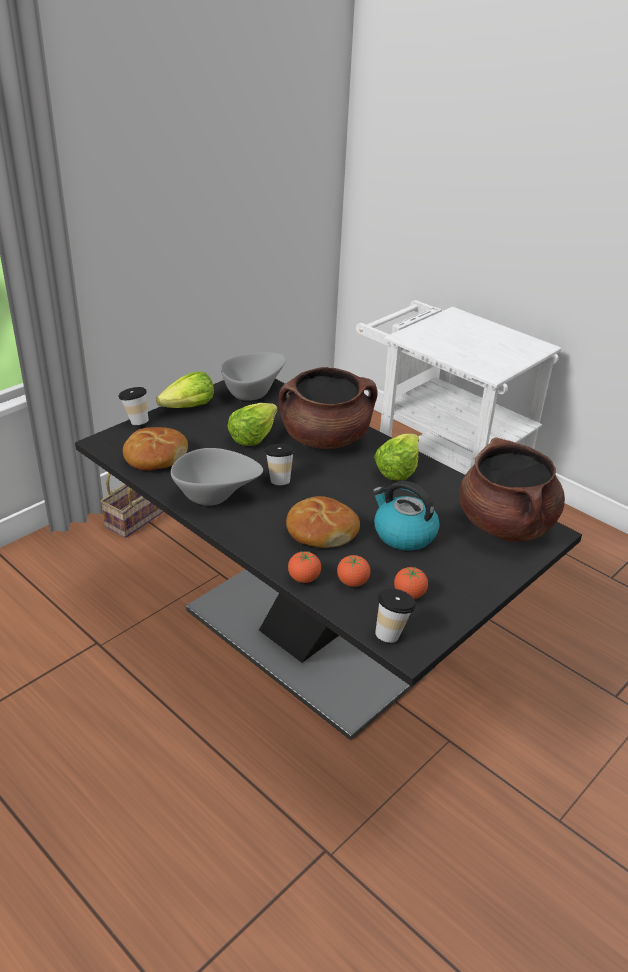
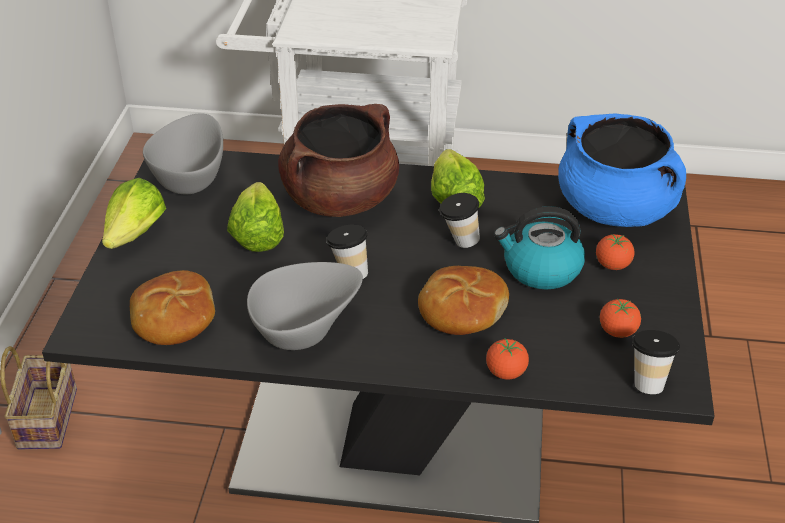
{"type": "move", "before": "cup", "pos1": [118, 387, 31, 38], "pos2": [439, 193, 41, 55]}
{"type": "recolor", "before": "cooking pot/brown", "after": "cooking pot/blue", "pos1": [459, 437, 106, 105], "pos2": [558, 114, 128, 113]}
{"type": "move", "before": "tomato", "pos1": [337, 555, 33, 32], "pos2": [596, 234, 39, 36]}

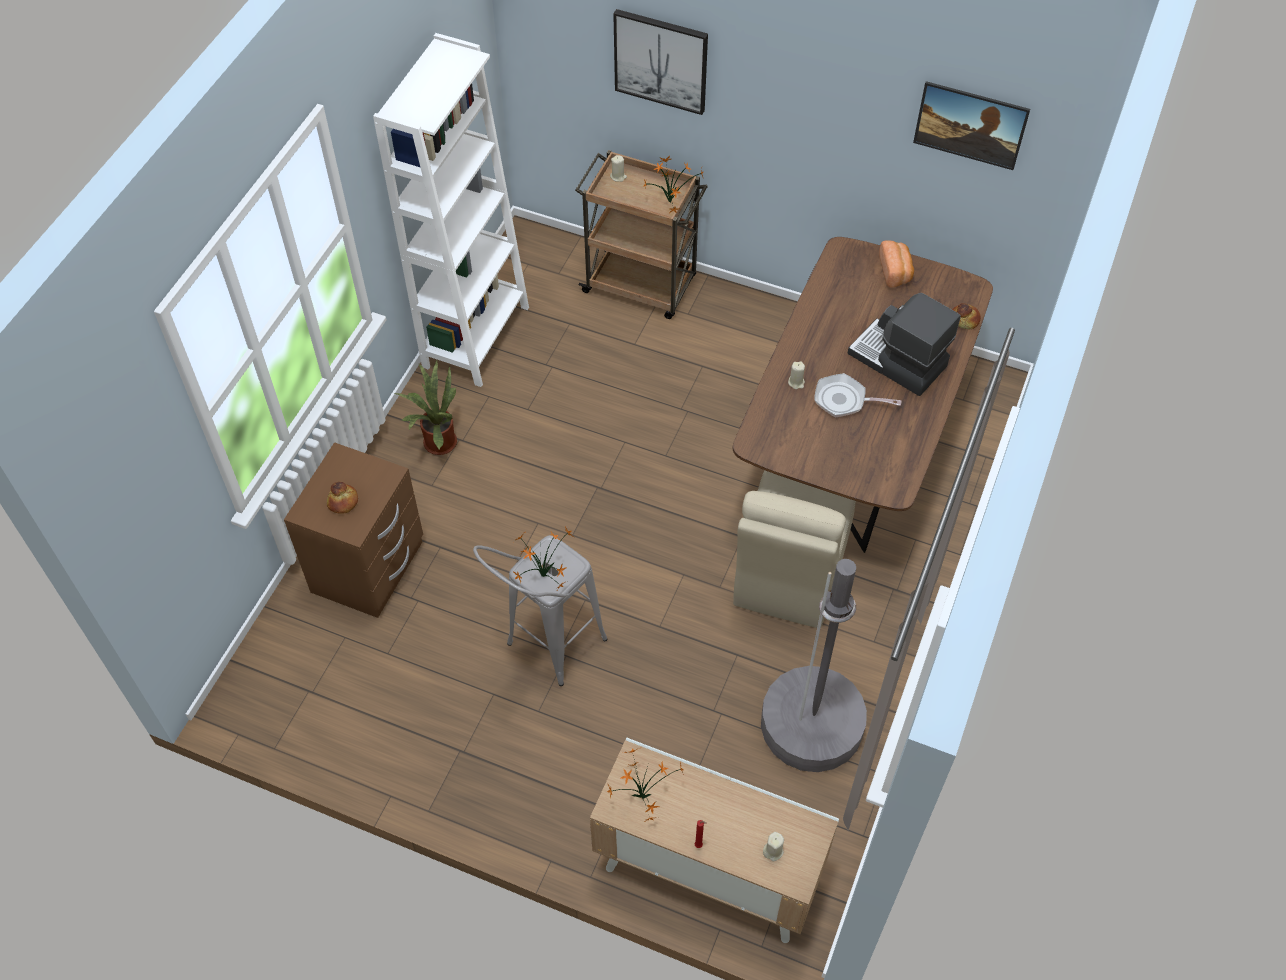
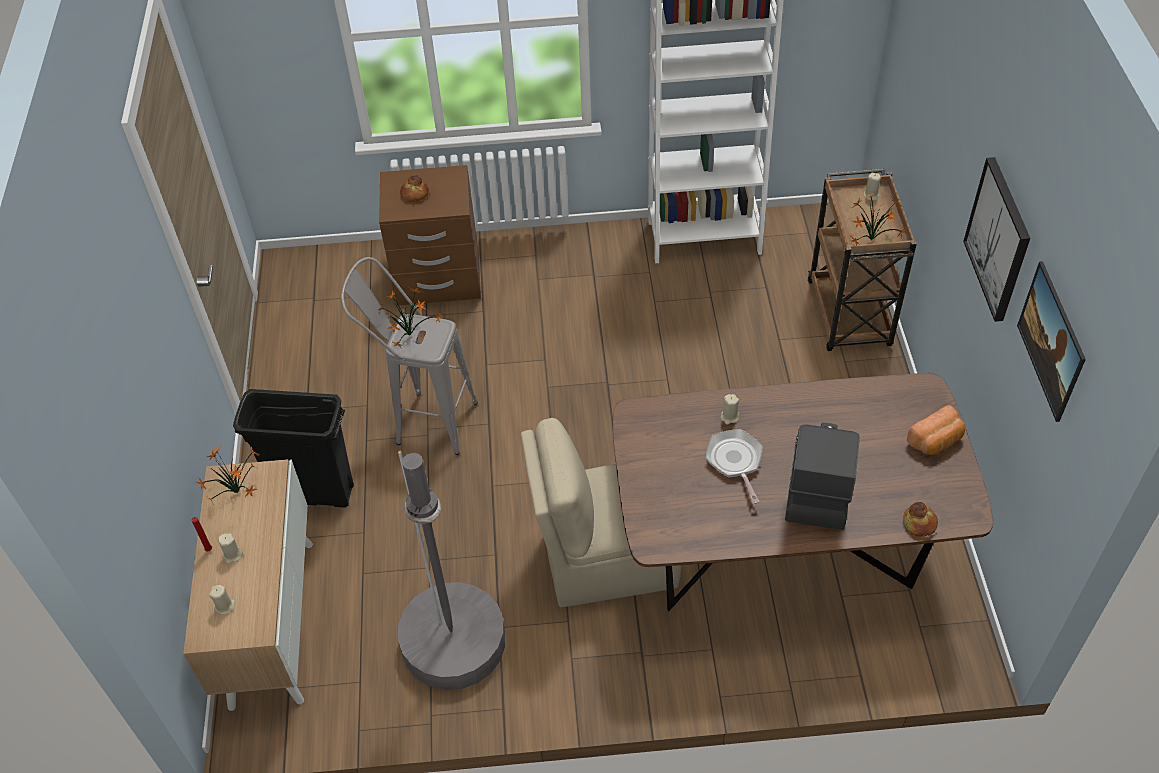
{"type": "insert", "after": "candle/beige", "pos2": [218, 533, 25, 31]}
{"type": "insert", "after": "trash can/black", "pos2": [233, 389, 121, 119]}
{"type": "move", "before": "picture", "pos1": [613, 9, 95, 106], "pos2": [963, 157, 67, 165]}
{"type": "delete", "before": "potted plant", "pos1": [395, 359, 62, 96]}

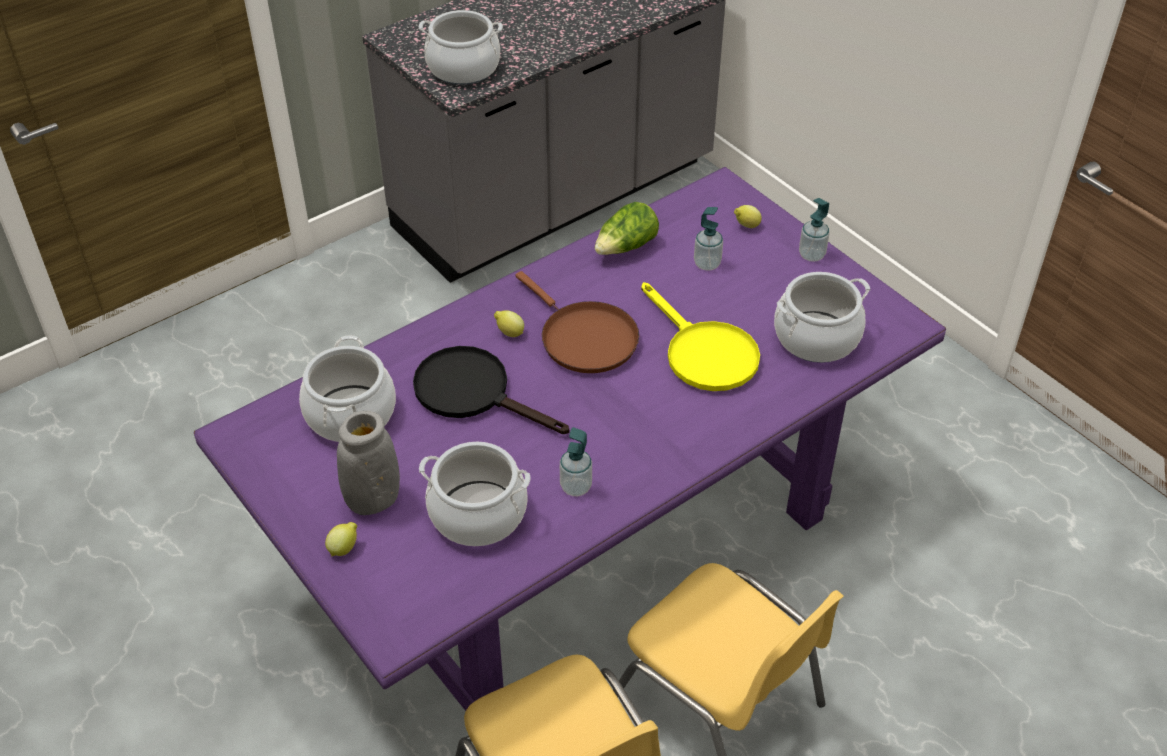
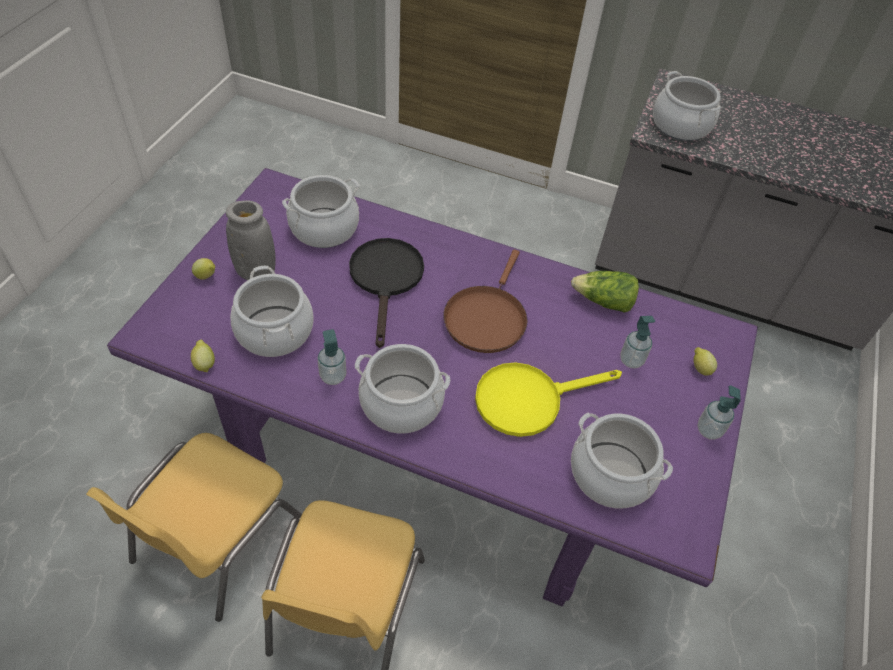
{"type": "move", "before": "lemon", "pos1": [494, 310, 30, 27], "pos2": [191, 339, 24, 33]}
{"type": "insert", "after": "cooking pot", "pos2": [355, 344, 95, 89]}
{"type": "rotate", "before": "frying pan/yellow", "pos1": [641, 282, 119, 109], "pos2": [475, 362, 147, 75], "turn": 45}

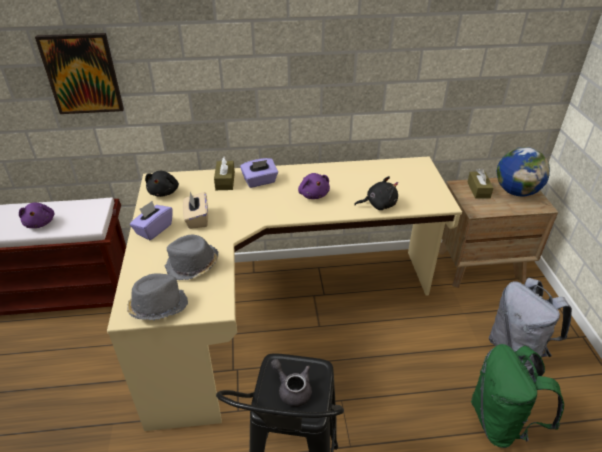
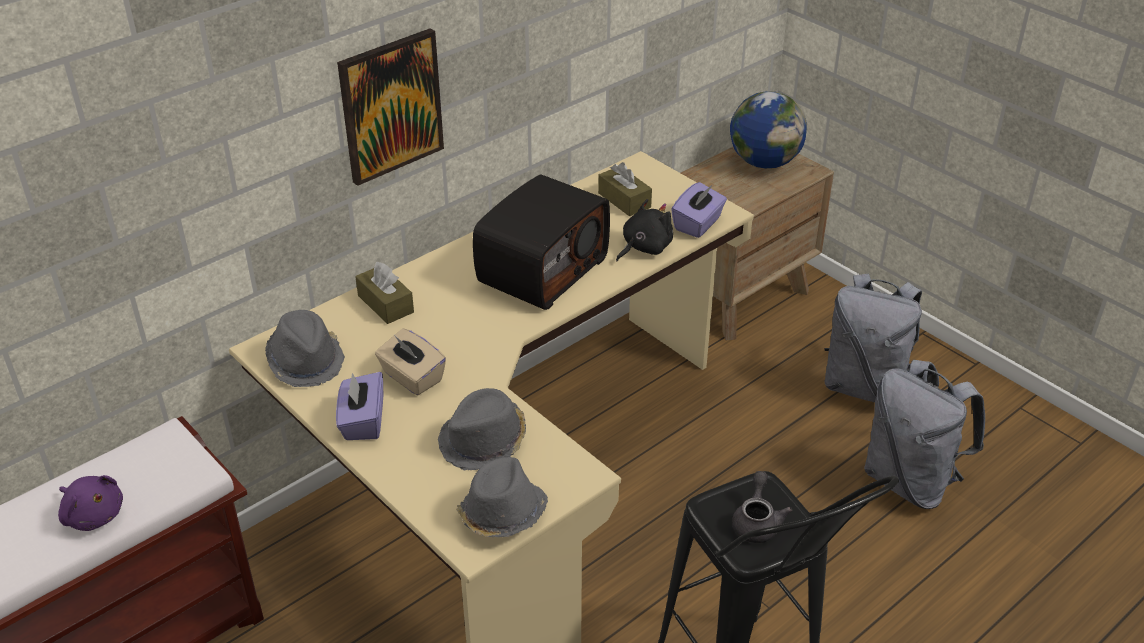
{"type": "replace", "before": "plush toy/black", "after": "hat/grey", "pos1": [145, 171, 34, 26], "pos2": [265, 310, 80, 77]}
{"type": "move", "before": "picture", "pos1": [35, 33, 89, 81], "pos2": [337, 28, 107, 158]}
{"type": "replace", "before": "plush toy/purple", "after": "radio", "pos1": [298, 173, 32, 26], "pos2": [473, 175, 137, 135]}
{"type": "move", "before": "tissue box/brown", "pos1": [467, 169, 27, 30], "pos2": [598, 162, 54, 55]}
{"type": "move", "before": "tissue box/purple", "pos1": [240, 158, 38, 30], "pos2": [671, 182, 56, 56]}
{"type": "rotate", "before": "teapot/grey", "pos1": [271, 359, 41, 48], "pos2": [732, 471, 60, 72], "turn": 90}
{"type": "recolor", "before": "backpack/green", "after": "backpack/grey", "pos1": [471, 344, 93, 104], "pos2": [864, 360, 121, 149]}

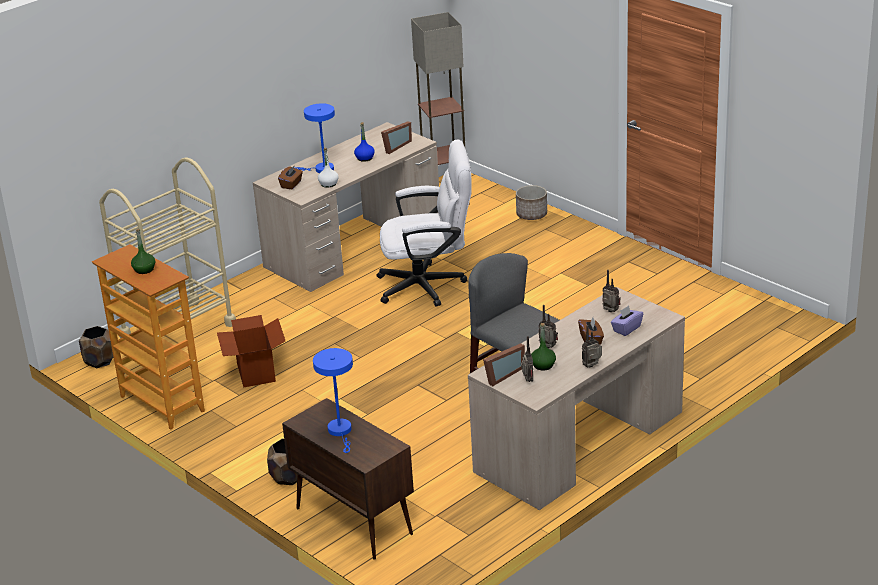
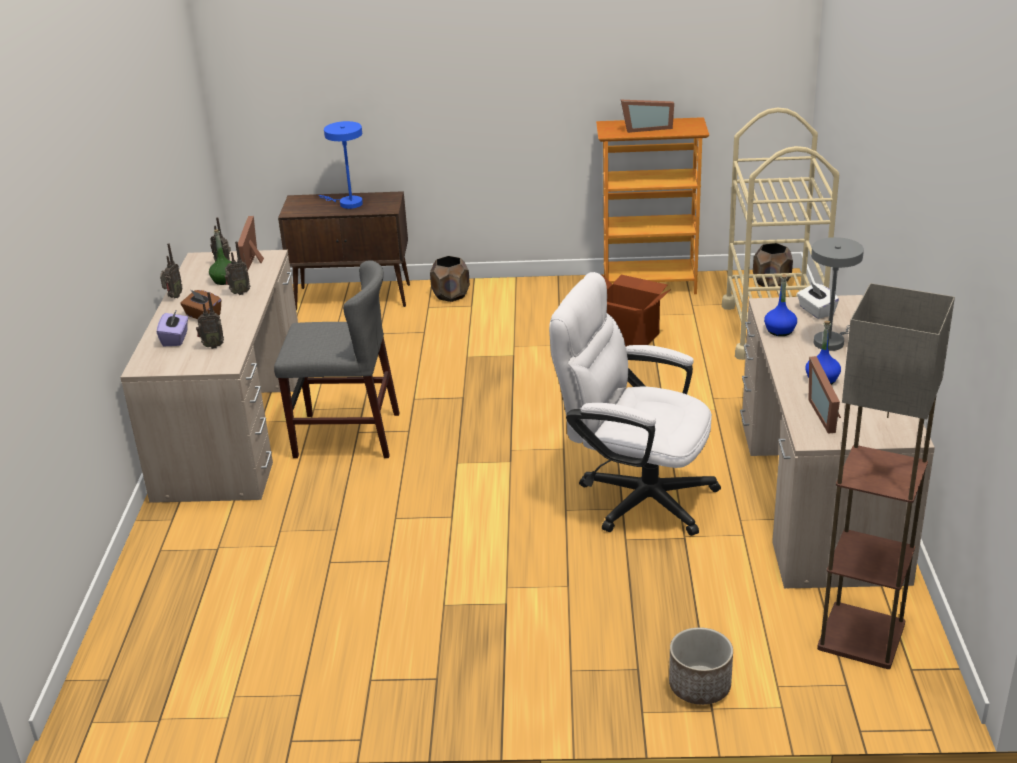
{"type": "rotate", "before": "office chair/white", "pos1": [377, 140, 95, 167], "pos2": [549, 272, 172, 264], "turn": 75}
{"type": "replace", "before": "bottle/green", "after": "picture frame", "pos1": [131, 229, 24, 45], "pos2": [621, 100, 53, 33]}
{"type": "recolor", "before": "bottle/white", "after": "bottle/blue", "pos1": [318, 148, 21, 39], "pos2": [764, 274, 33, 62]}
{"type": "recolor", "before": "tissue box/brown", "after": "tissue box/white", "pos1": [278, 165, 25, 24], "pos2": [797, 282, 42, 37]}
{"type": "recolor", "before": "table lamp/blue", "after": "table lamp/grey", "pos1": [296, 103, 39, 70], "pos2": [811, 237, 53, 114]}

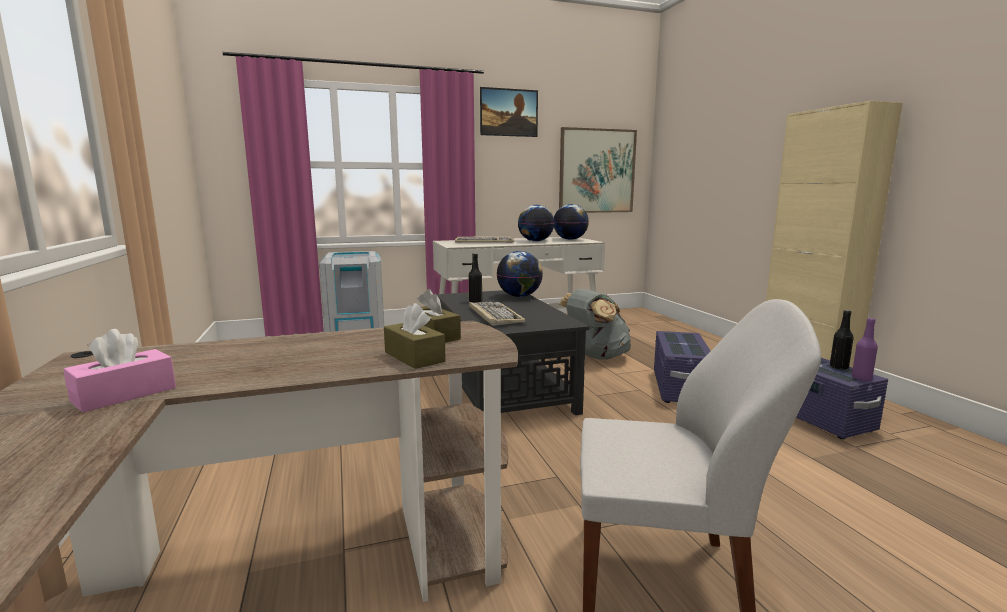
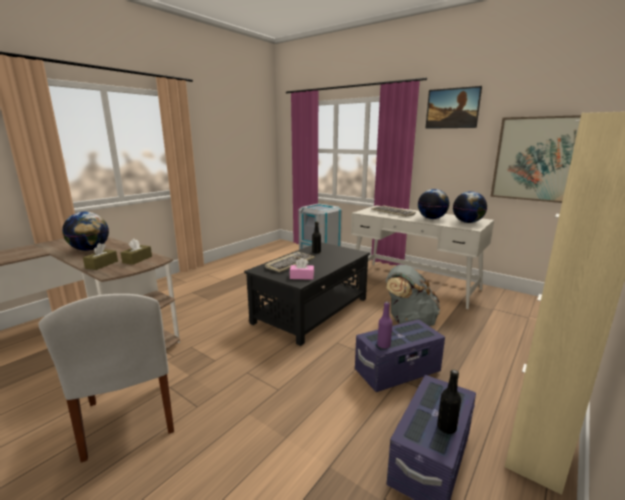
{"type": "move", "before": "globe", "pos1": [496, 251, 47, 46], "pos2": [62, 211, 47, 40]}
{"type": "move", "before": "tissue box/pink", "pos1": [63, 329, 113, 84], "pos2": [290, 258, 24, 22]}
{"type": "move", "before": "bottle/purple", "pos1": [852, 318, 26, 63], "pos2": [377, 302, 15, 47]}

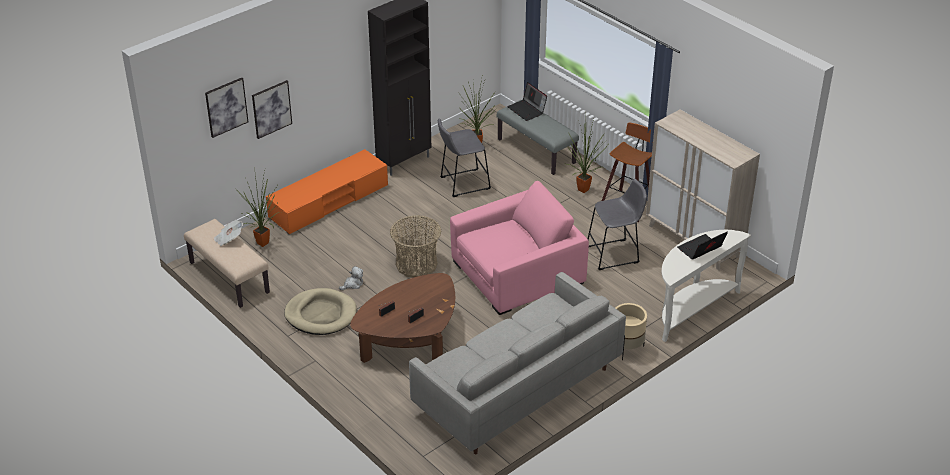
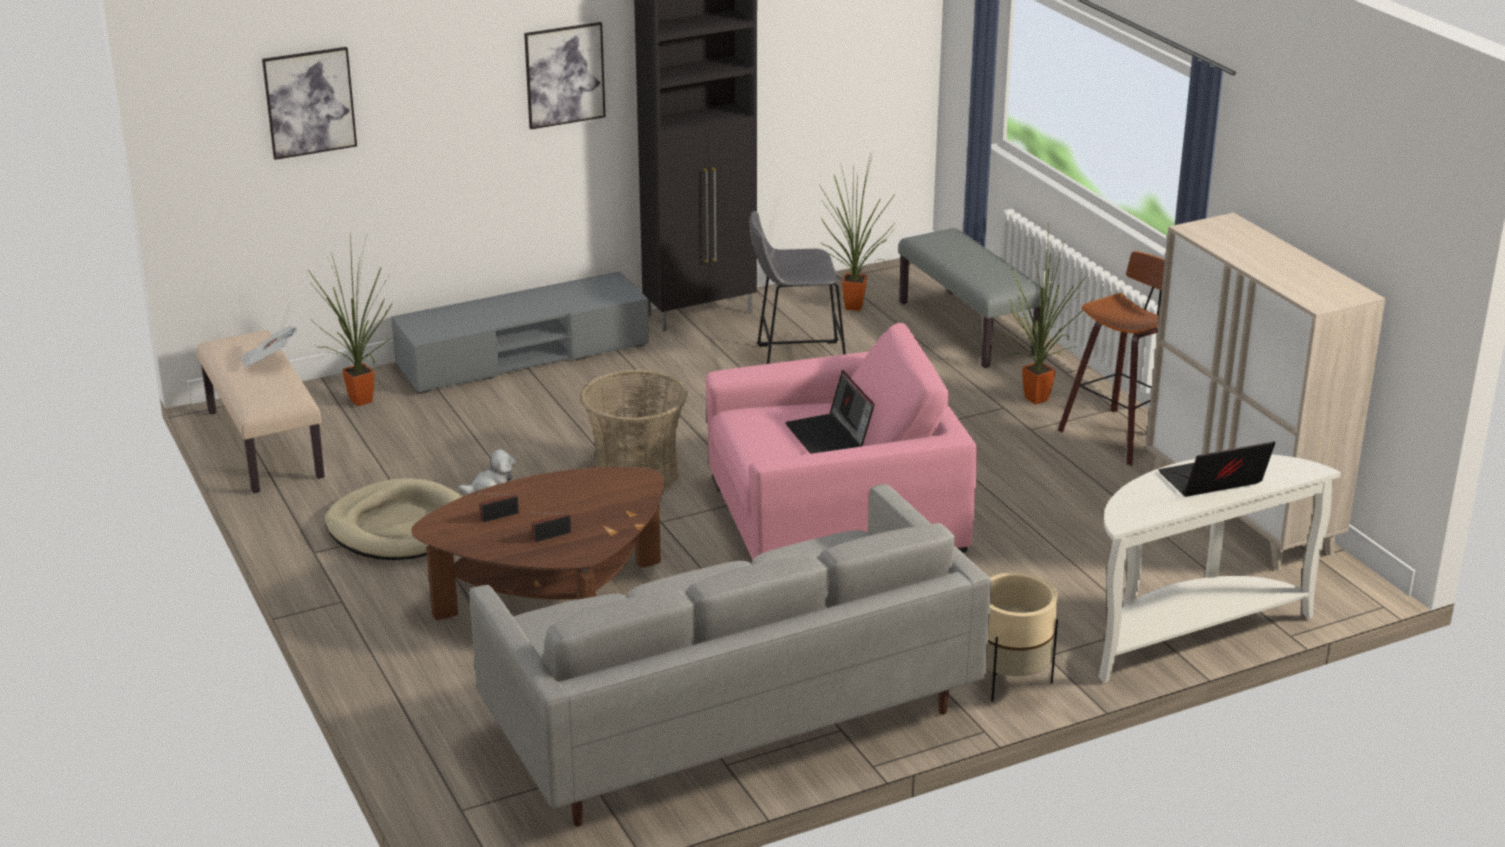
{"type": "recolor", "before": "tv stand/orange", "after": "tv stand/grey", "pos1": [266, 149, 122, 85], "pos2": [391, 271, 258, 123]}
{"type": "move", "before": "picture", "pos1": [252, 80, 40, 59], "pos2": [524, 22, 81, 107]}
{"type": "move", "before": "laptop", "pos1": [507, 82, 40, 39], "pos2": [785, 370, 90, 84]}
{"type": "delete", "before": "stool/grey", "pos1": [588, 179, 59, 91]}

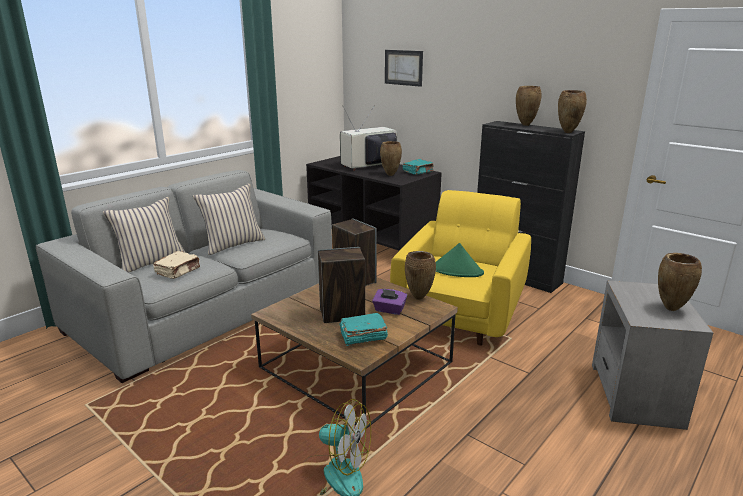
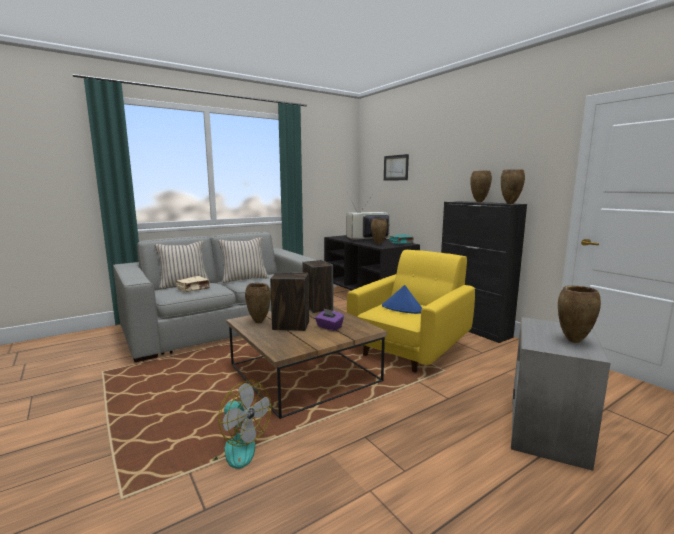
{"type": "move", "before": "vase/brown", "pos1": [405, 251, 31, 49], "pos2": [245, 283, 26, 40]}
{"type": "recolor", "before": "hat/green", "after": "hat/blue", "pos1": [436, 243, 48, 34], "pos2": [382, 285, 40, 29]}
{"type": "delete", "before": "book/turquoise", "pos1": [340, 313, 48, 33]}

